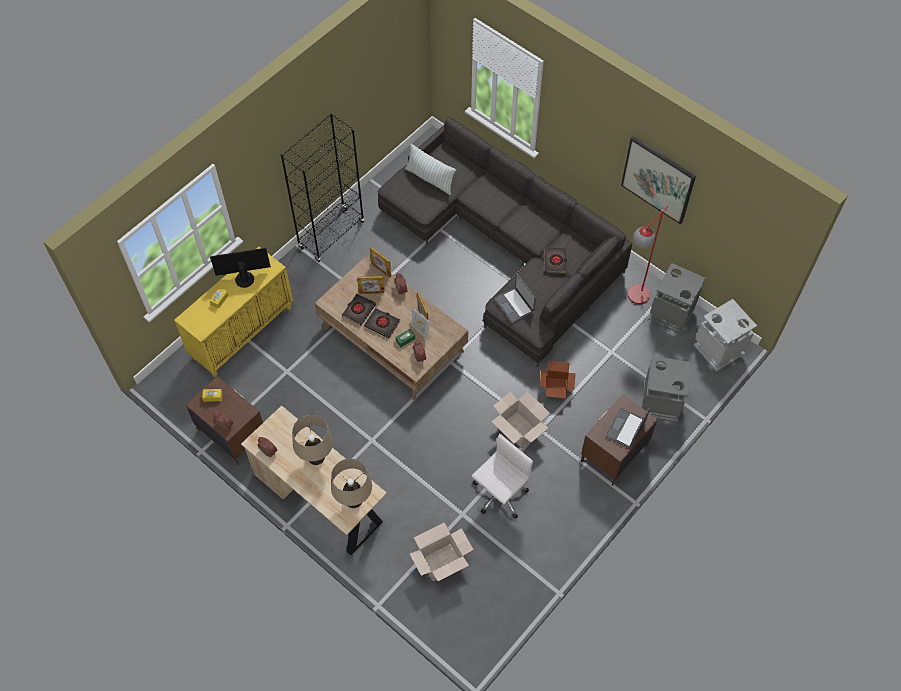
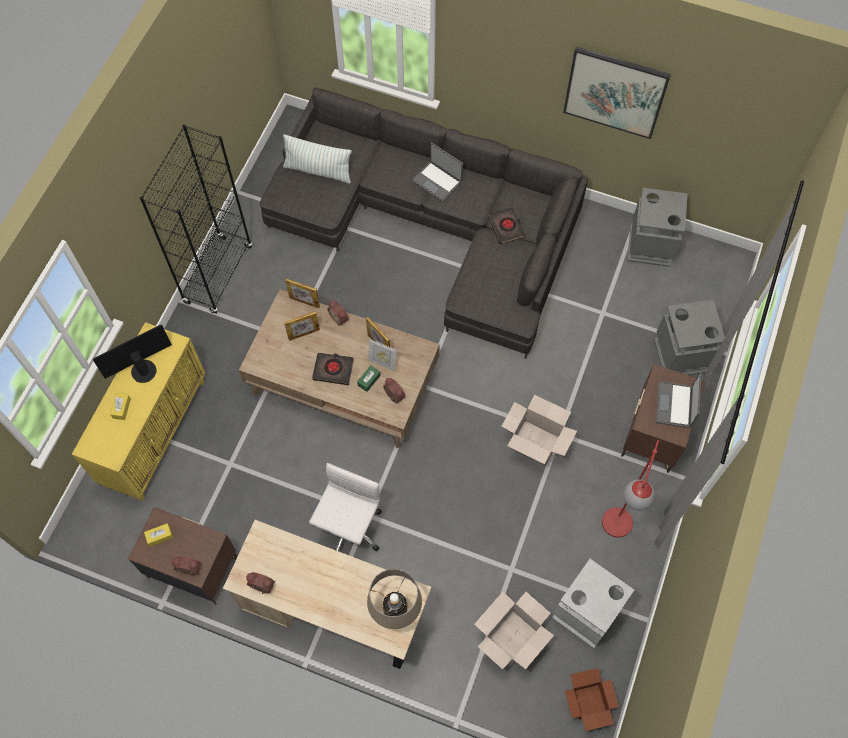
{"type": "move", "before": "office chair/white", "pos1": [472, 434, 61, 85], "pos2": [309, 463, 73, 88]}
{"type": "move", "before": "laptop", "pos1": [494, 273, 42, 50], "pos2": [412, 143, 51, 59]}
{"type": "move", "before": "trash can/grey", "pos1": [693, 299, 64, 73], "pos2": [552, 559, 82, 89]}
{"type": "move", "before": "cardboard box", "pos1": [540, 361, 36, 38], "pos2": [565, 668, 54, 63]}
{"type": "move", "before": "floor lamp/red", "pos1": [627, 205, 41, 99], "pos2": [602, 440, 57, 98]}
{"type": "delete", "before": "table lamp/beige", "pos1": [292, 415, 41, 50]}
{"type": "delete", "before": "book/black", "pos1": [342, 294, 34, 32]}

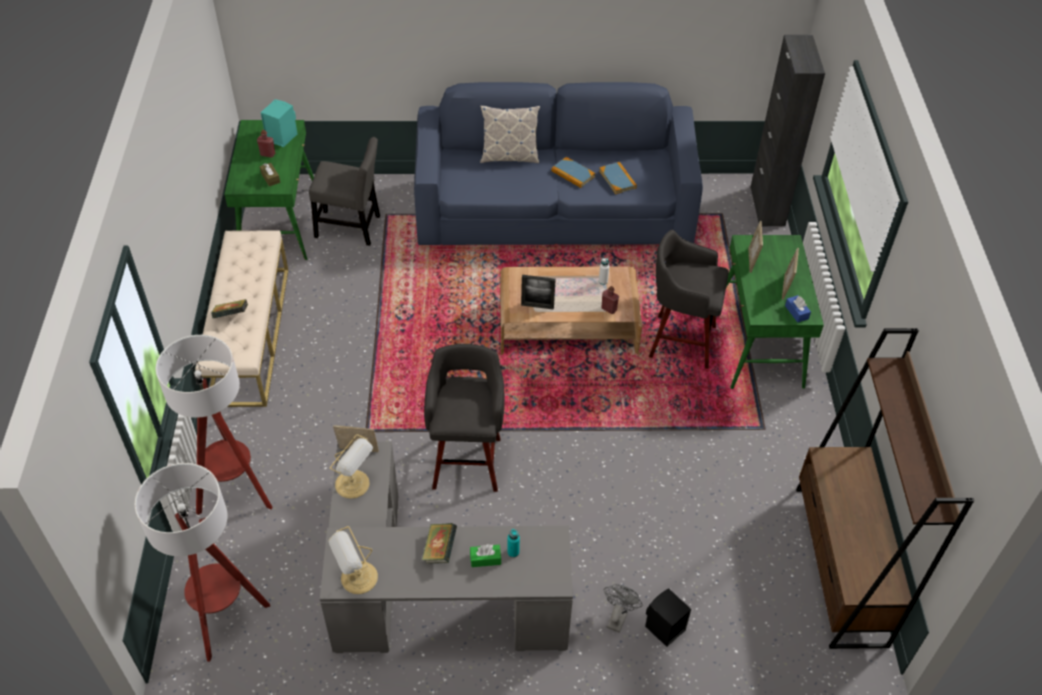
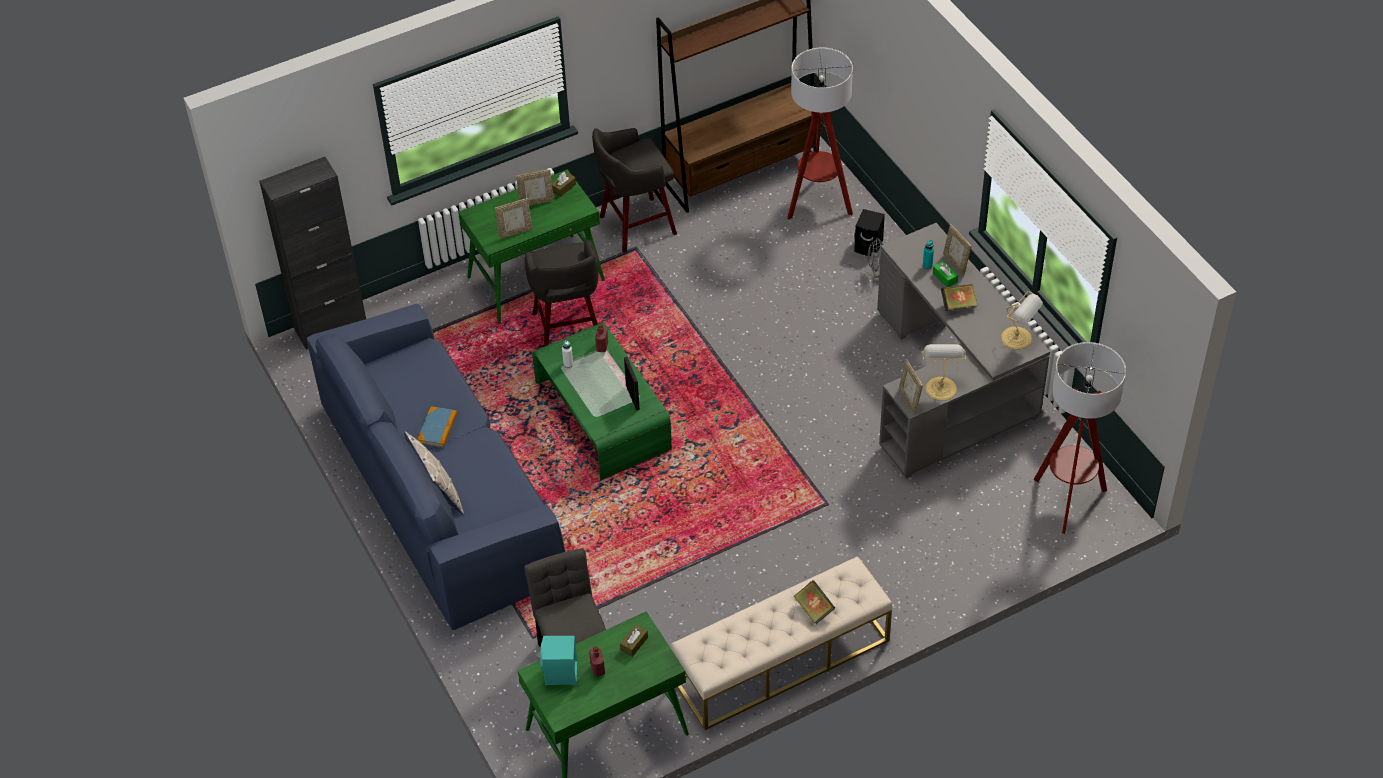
{"type": "recolor", "before": "coffee table/brown", "after": "coffee table/green", "pos1": [500, 267, 142, 88], "pos2": [532, 323, 140, 157]}
{"type": "recolor", "before": "tissue box/blue", "after": "tissue box/brown", "pos1": [785, 295, 26, 28], "pos2": [552, 172, 24, 25]}
{"type": "move", "before": "stool/grey", "pos1": [424, 344, 81, 148], "pos2": [592, 128, 85, 125]}
{"type": "move", "before": "floor lamp", "pos1": [156, 335, 117, 180], "pos2": [787, 47, 66, 172]}
{"type": "insert", "after": "picture frame", "pos2": [943, 224, 28, 52]}
{"type": "delete", "before": "book", "pos1": [599, 162, 38, 32]}

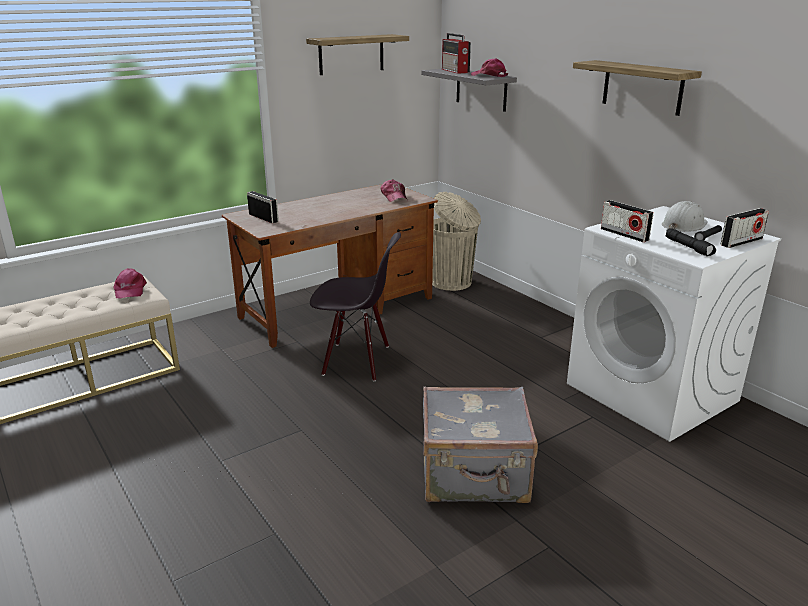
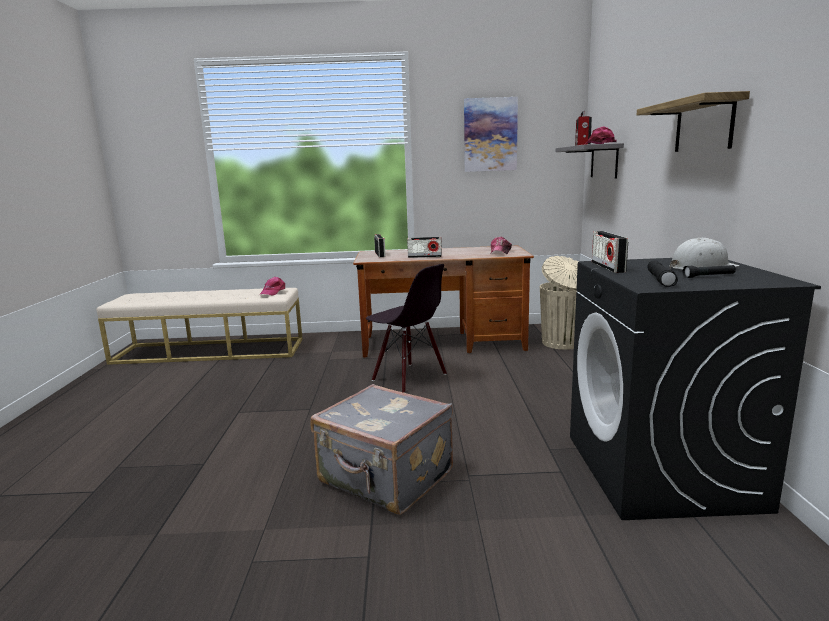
{"type": "move", "before": "radio", "pos1": [720, 208, 49, 40], "pos2": [407, 237, 35, 21]}
{"type": "replace", "before": "shelf", "after": "picture", "pos1": [306, 34, 103, 41], "pos2": [464, 97, 54, 75]}
{"type": "recolor", "before": "washing machine/white", "after": "washing machine/black", "pos1": [567, 206, 214, 236], "pos2": [570, 258, 251, 262]}

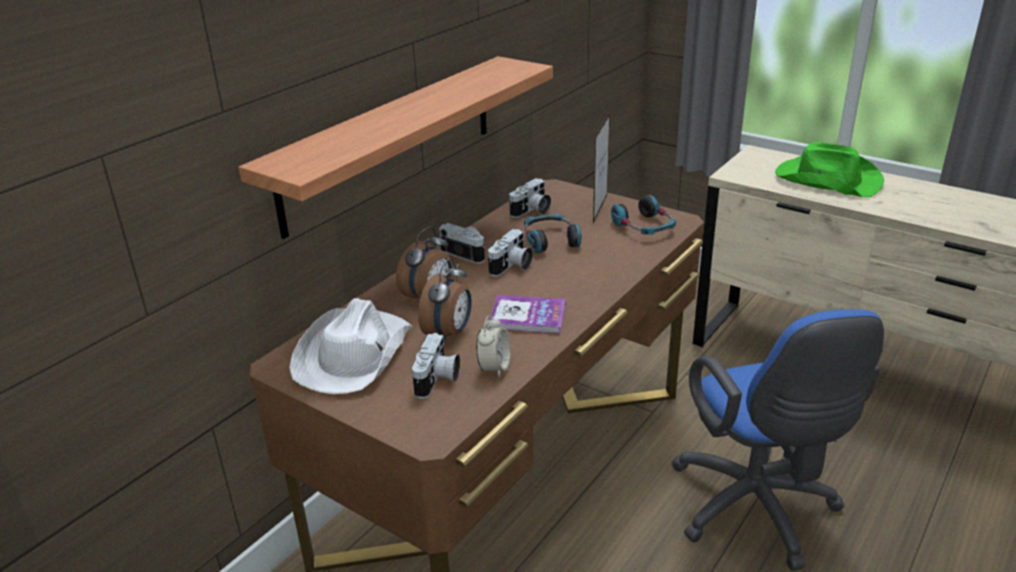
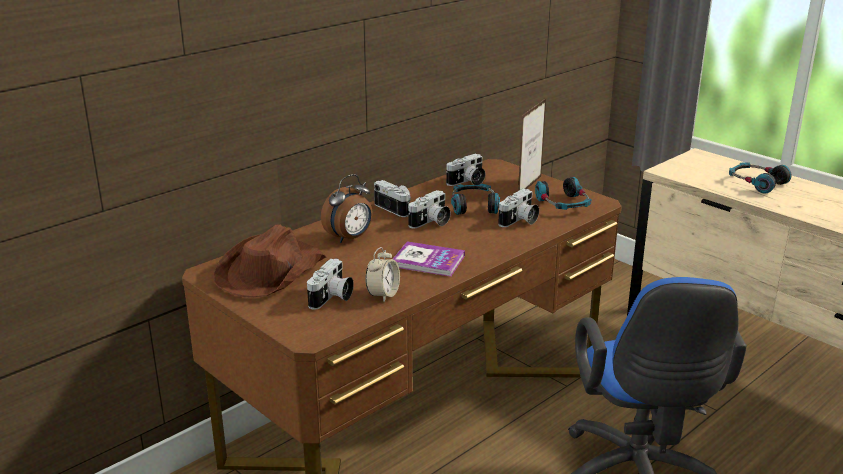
{"type": "recolor", "before": "hat/white", "after": "hat/brown", "pos1": [289, 298, 124, 96], "pos2": [213, 225, 113, 73]}
{"type": "insert", "after": "photo camera", "pos2": [498, 189, 41, 38]}
{"type": "replace", "before": "hat/green", "after": "headphones", "pos1": [775, 142, 109, 55], "pos2": [729, 162, 63, 31]}
{"type": "delete", "before": "shelf", "pos1": [238, 56, 315, 183]}
{"type": "delete", "before": "alarm clock", "pos1": [418, 258, 54, 85]}

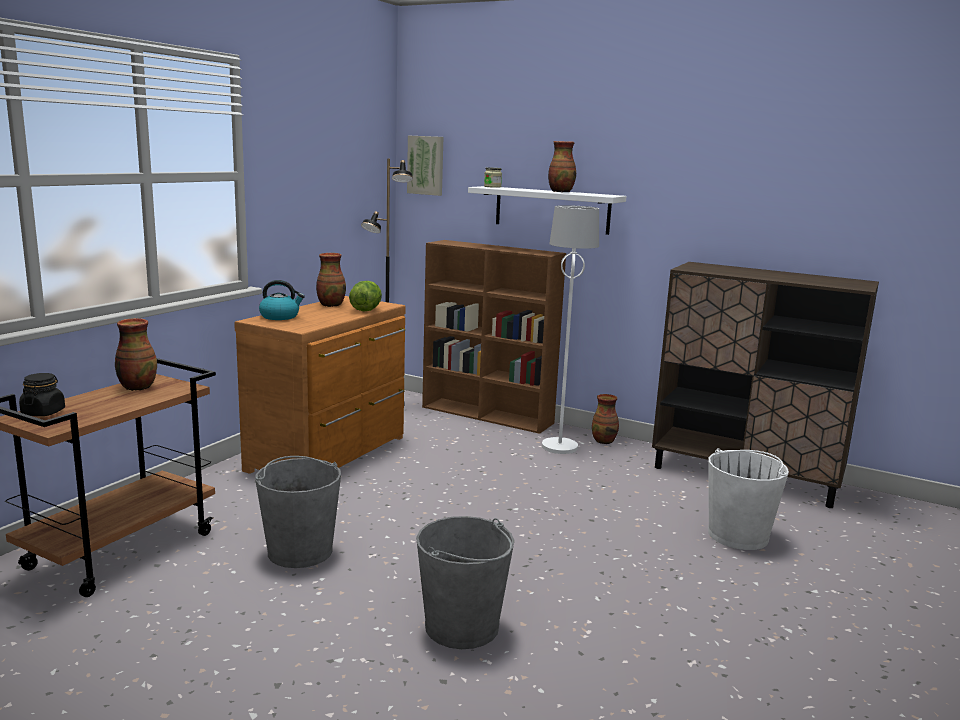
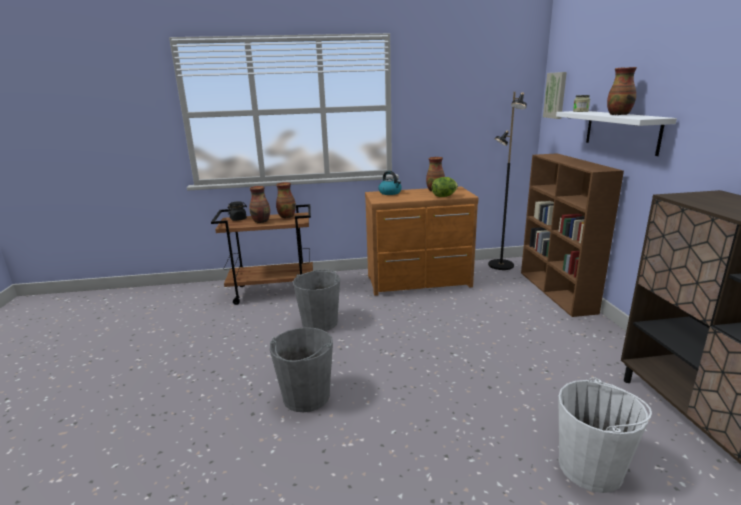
{"type": "move", "before": "vase", "pos1": [592, 394, 27, 50], "pos2": [249, 186, 21, 37]}
{"type": "delete", "before": "floor lamp/white", "pos1": [542, 205, 57, 249]}

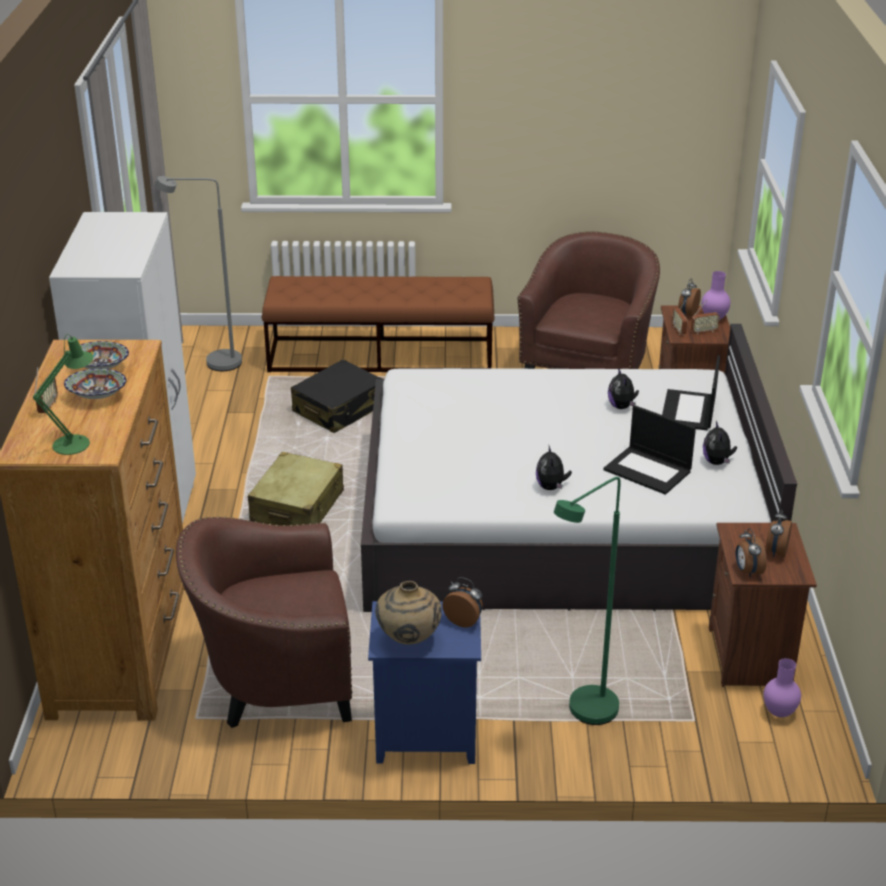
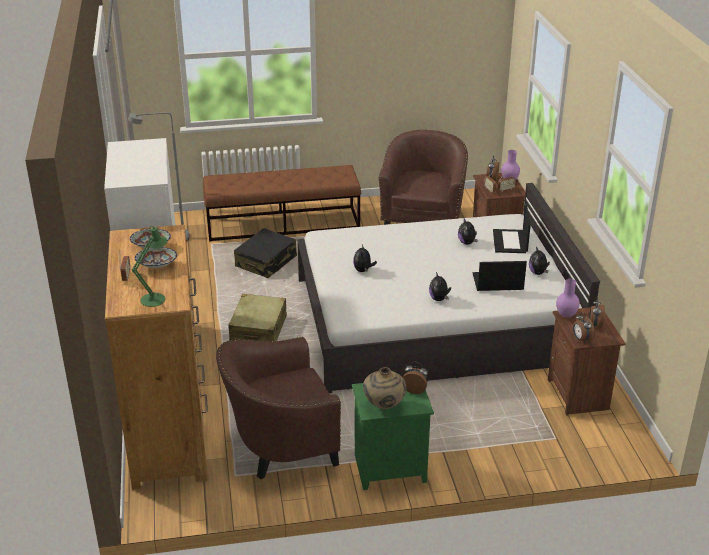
{"type": "recolor", "before": "nightstand/blue", "after": "nightstand/green", "pos1": [368, 601, 113, 163], "pos2": [352, 383, 82, 107]}
{"type": "insert", "after": "plush toy", "pos2": [353, 244, 24, 28]}
{"type": "rotate", "before": "laptop", "pos1": [603, 405, 93, 90], "pos2": [473, 261, 54, 30], "turn": 150}
{"type": "move", "before": "vase/purple", "pos1": [764, 658, 37, 59], "pos2": [556, 279, 24, 39]}
{"type": "delete", "before": "floor lamp/green", "pos1": [554, 477, 67, 248]}

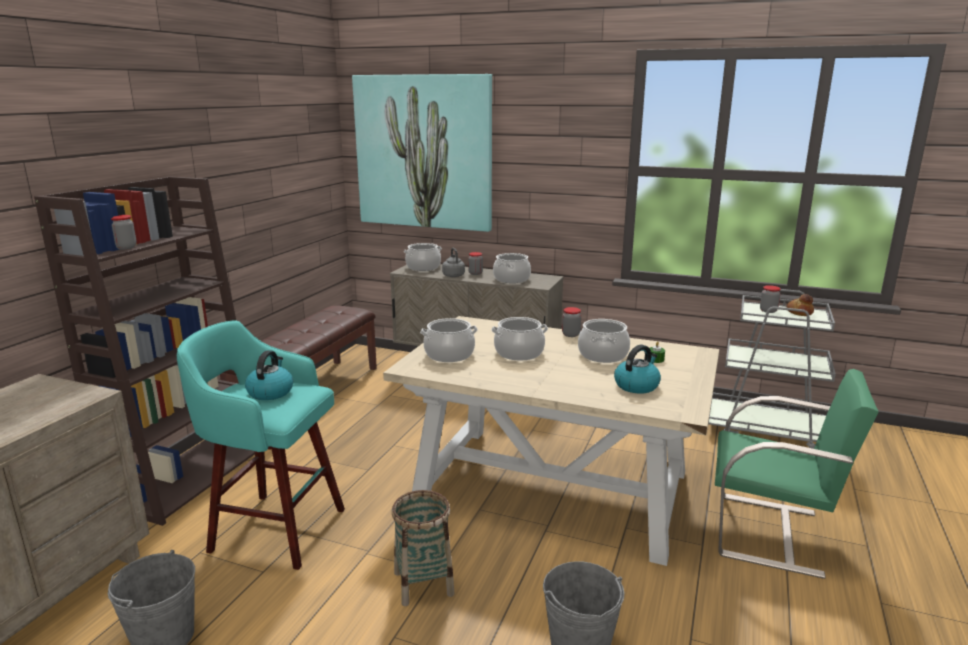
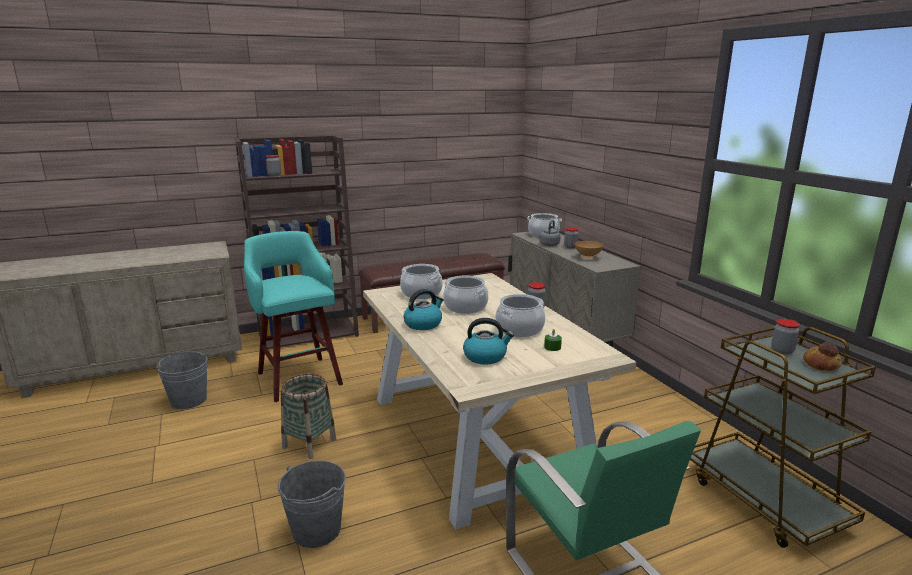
{"type": "move", "before": "kettle", "pos1": [245, 350, 48, 50], "pos2": [404, 289, 40, 41]}
{"type": "replace", "before": "cooking pot", "after": "bowl/brown", "pos1": [493, 253, 38, 30], "pos2": [575, 241, 29, 17]}
{"type": "recolor", "before": "cart/grey", "after": "cart/brown", "pos1": [708, 289, 128, 160], "pos2": [690, 327, 186, 221]}
{"type": "delete", "before": "picture", "pos1": [352, 74, 140, 158]}

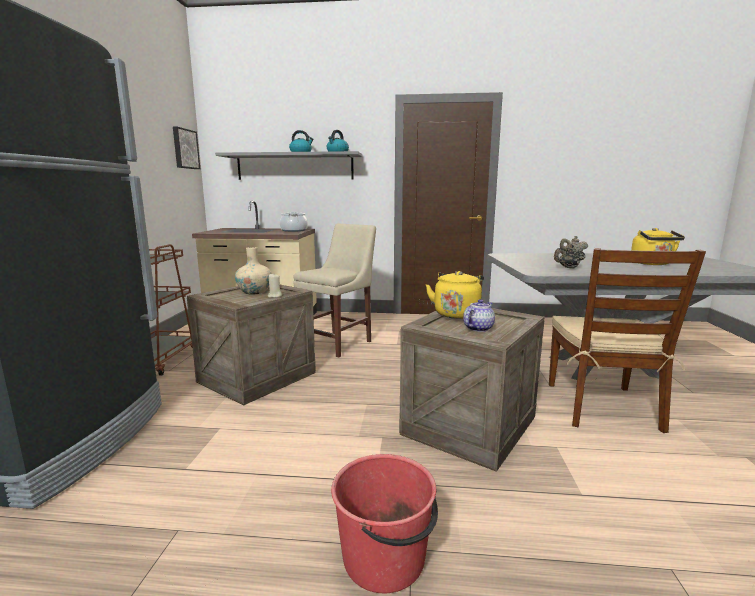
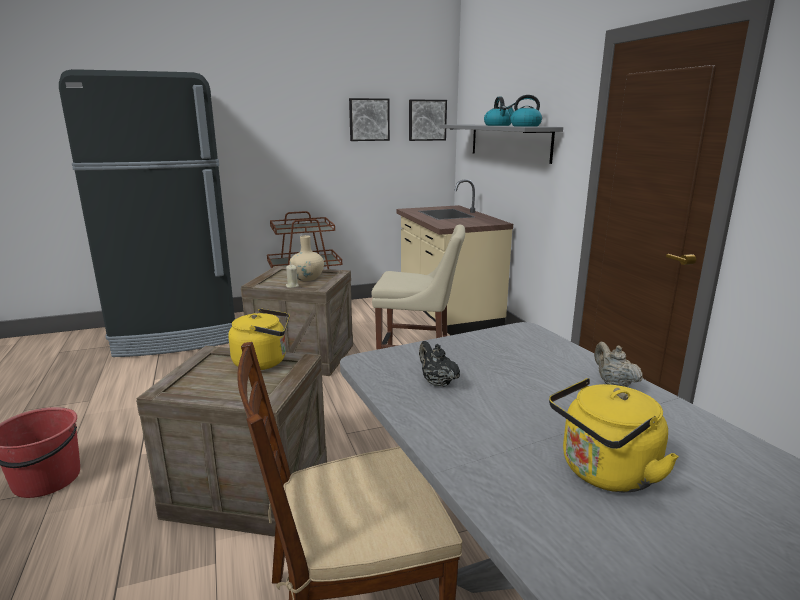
{"type": "insert", "after": "picture", "pos2": [349, 98, 41, 43]}
{"type": "delete", "before": "cooking pot", "pos1": [280, 212, 28, 20]}
{"type": "delete", "before": "teapot", "pos1": [463, 299, 32, 33]}

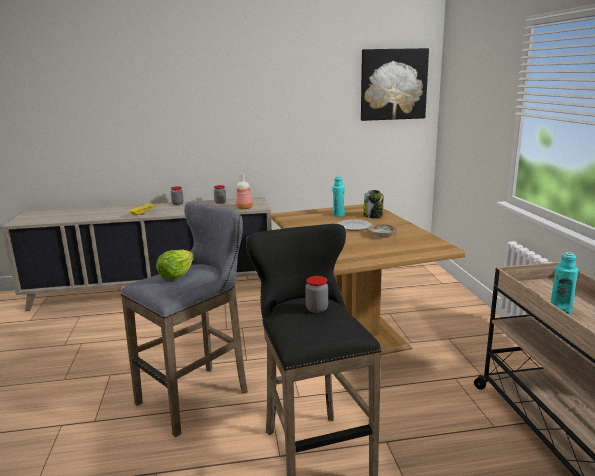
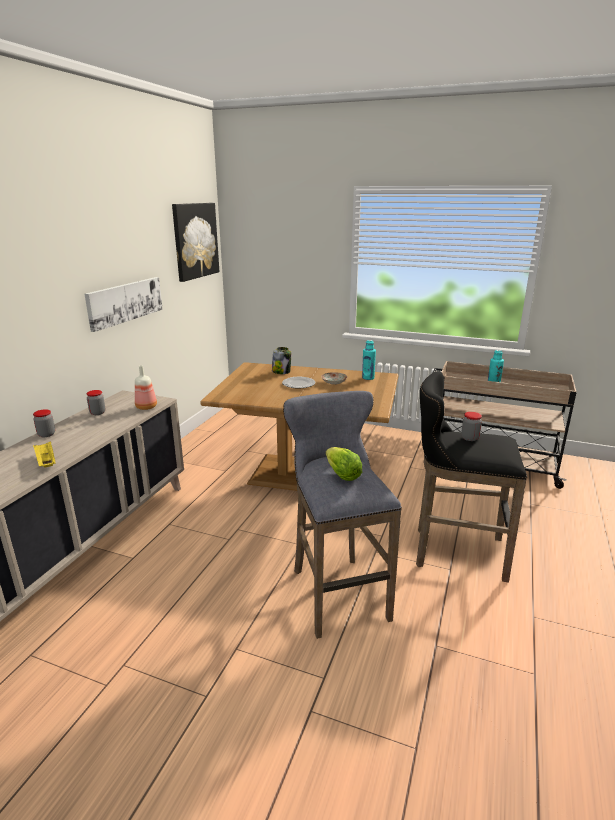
{"type": "insert", "after": "picture", "pos2": [84, 277, 79, 55]}
{"type": "move", "before": "bottle/turquoise", "pos1": [332, 176, 13, 41], "pos2": [362, 340, 14, 40]}

